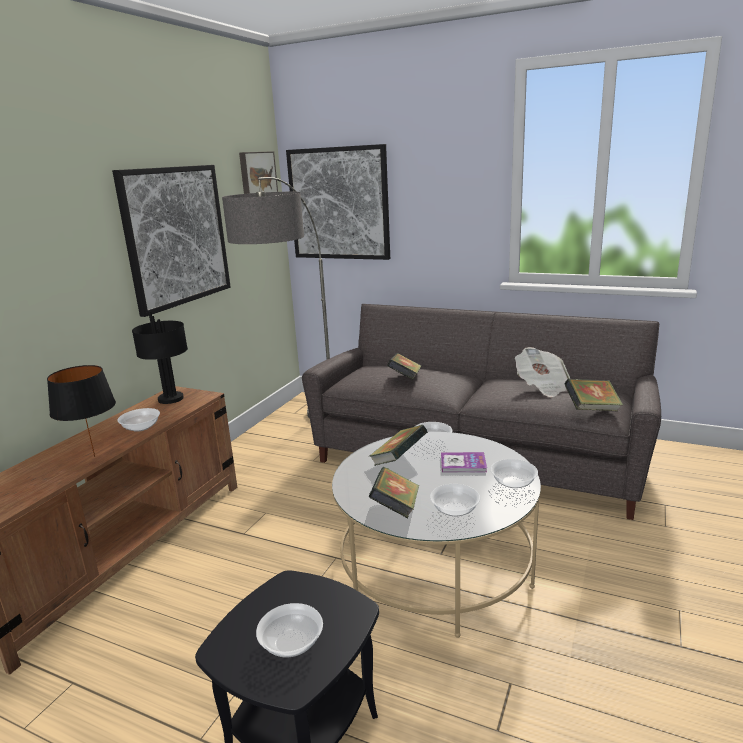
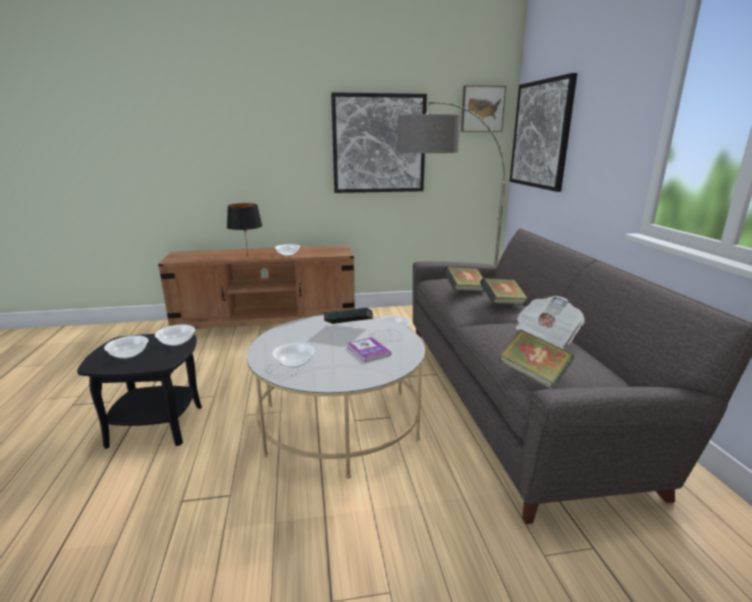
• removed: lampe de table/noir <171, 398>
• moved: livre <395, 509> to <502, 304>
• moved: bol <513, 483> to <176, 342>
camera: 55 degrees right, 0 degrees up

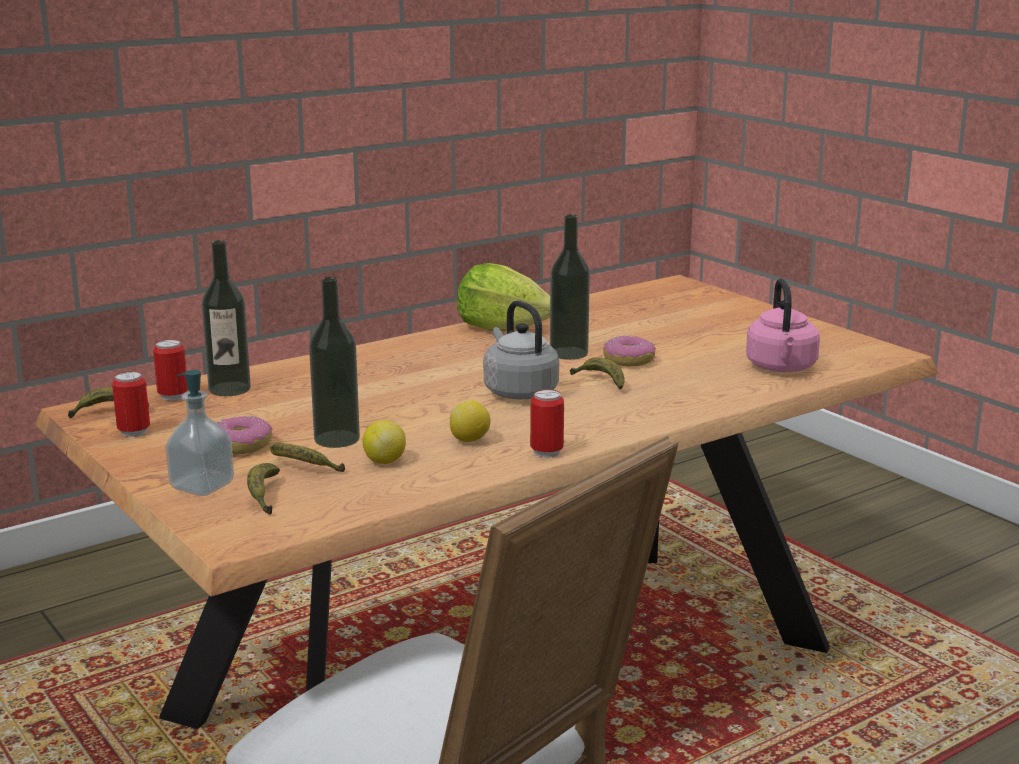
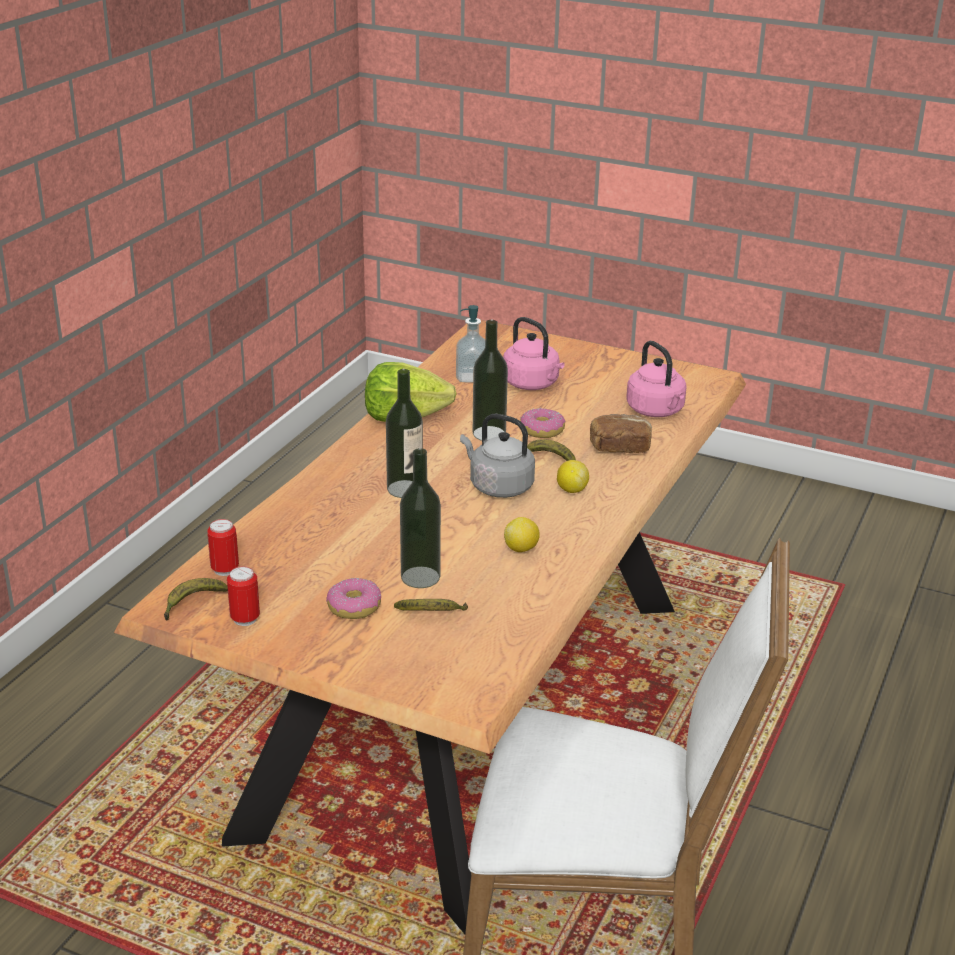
• moved: distributeur de savon <202, 486> to <472, 377>
• moved: bouteille <229, 389> to <404, 489>
• removed: banane <264, 496>
• moved: citron <384, 461> to <571, 490>
• removed: boîte métallique <546, 452>
• added: bouilloire/rose <533, 384>
• added: pain <620, 447>
camera: 30 degrees left, 10 degrees up

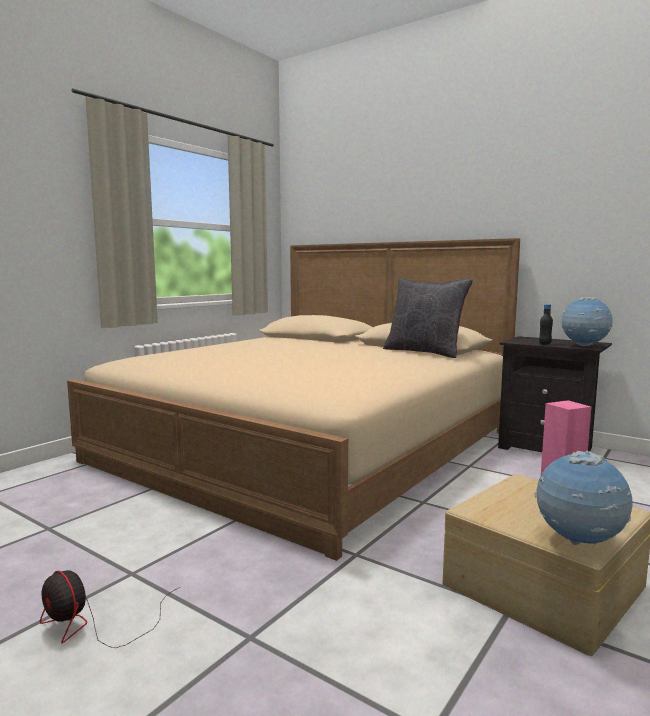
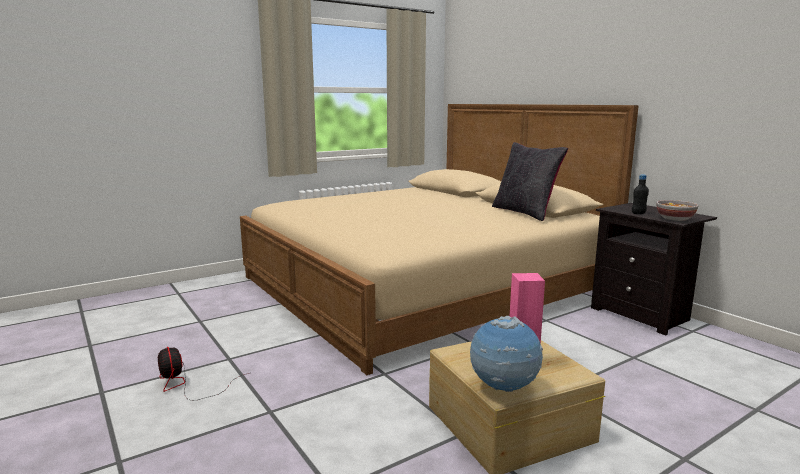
• replaced: globe <584, 346> to bol <674, 219>
camera: 20 degrees right, 5 degrees up

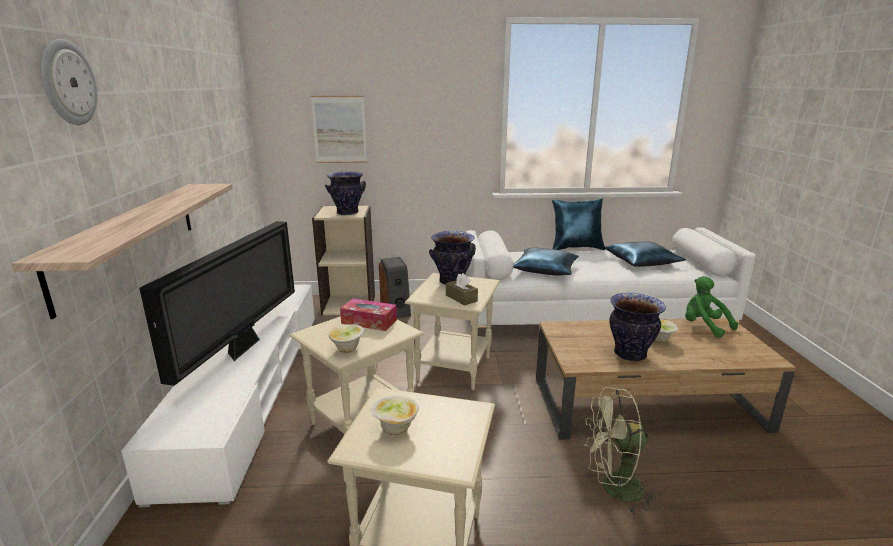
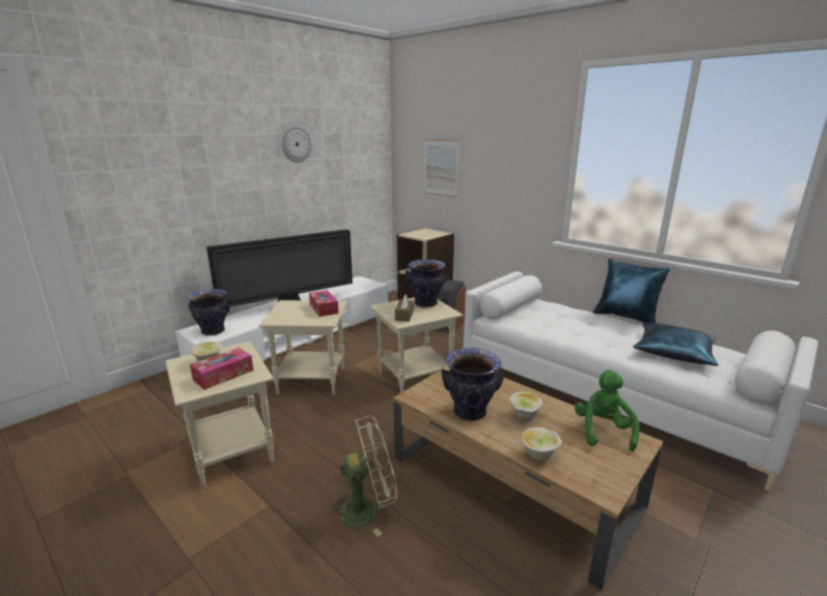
• removed: étagère <130, 238>
• moved: horloge murale <68, 83> to <296, 144>
• moved: vase <347, 213> to <213, 331>
• moved: bol <348, 349> to <539, 456>
• removed: coussin/bleu <545, 270>
• turned: ventilateur/vert <614, 489> = <367, 509> 120 degrees clockwise
• added: boîte à mouchoirs <223, 375>
camera: 45 degrees right, 0 degrees up

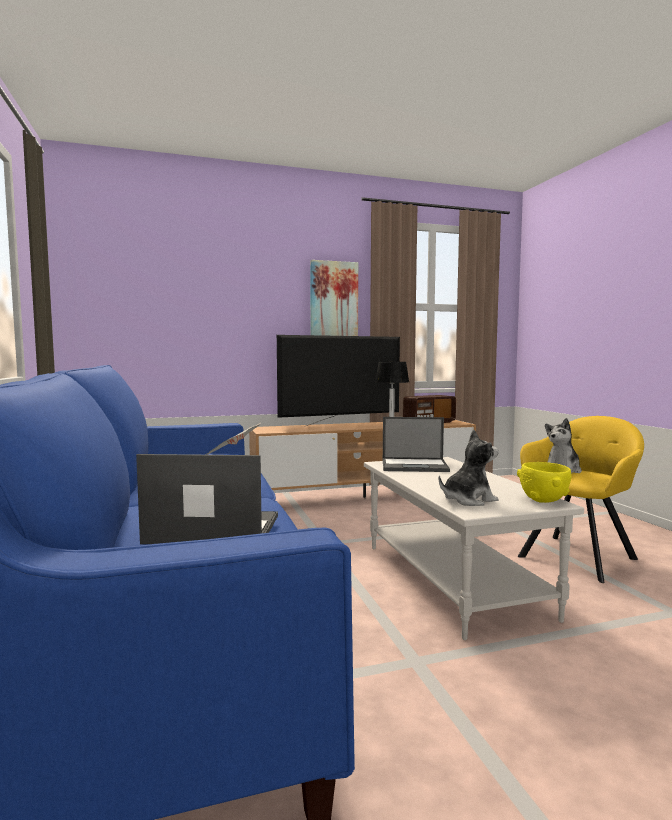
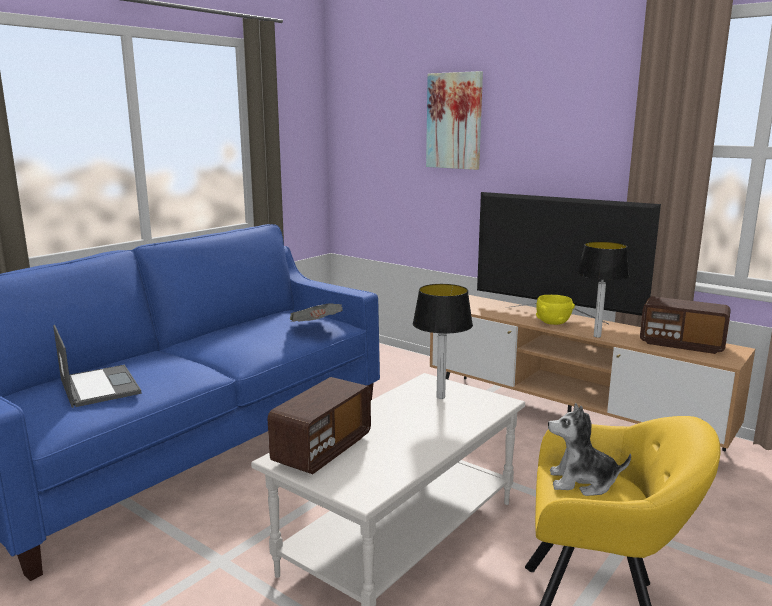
• moved: tableau <333, 299> to <454, 121>
• replaced: ordinateur portable <415, 466> to lampe de table <441, 397>
• replaced: peluche <468, 500> to radio <322, 450>
• moved: bol/jaune <543, 500> to <553, 323>
camera: 55 degrees right, 10 degrees up

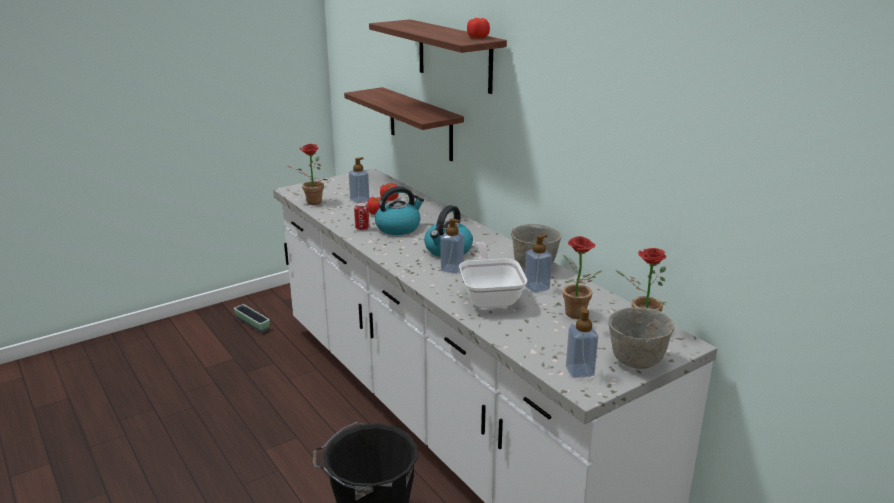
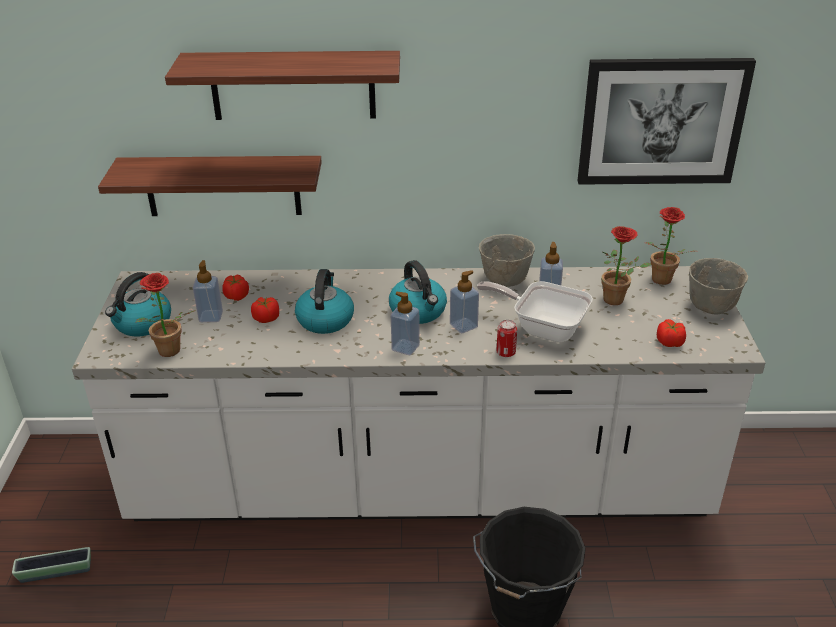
• moved: boîte métallique <362, 228> to <506, 352>
• moved: tomate <478, 37> to <669, 343>
• moved: distributeur de savon <579, 371> to <405, 347>
• added: bouilloire <142, 324>
• added: tableau <661, 121>
camera: 55 degrees left, 10 degrees up

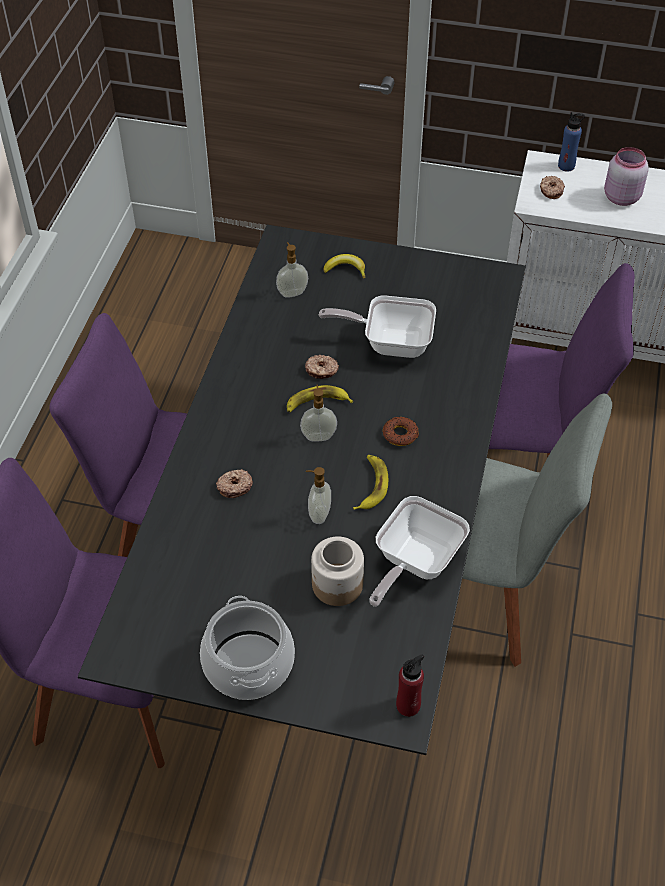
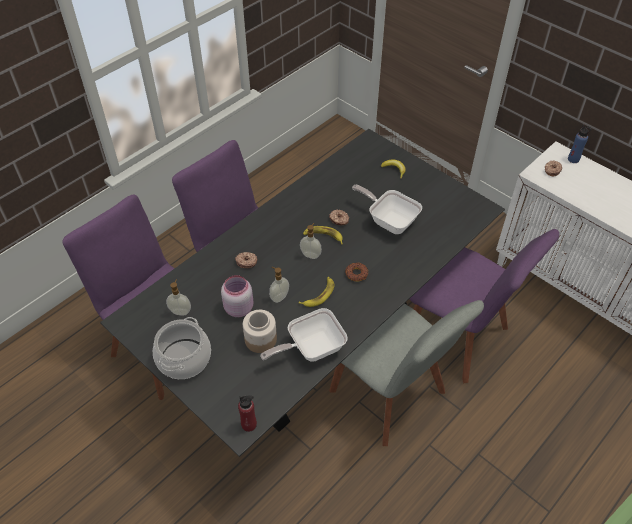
• moved: distributeur de savon <292, 292> to <180, 311>
• moved: bocal/rose <620, 197> to <238, 307>
camera: 30 degrees right, 0 degrees up

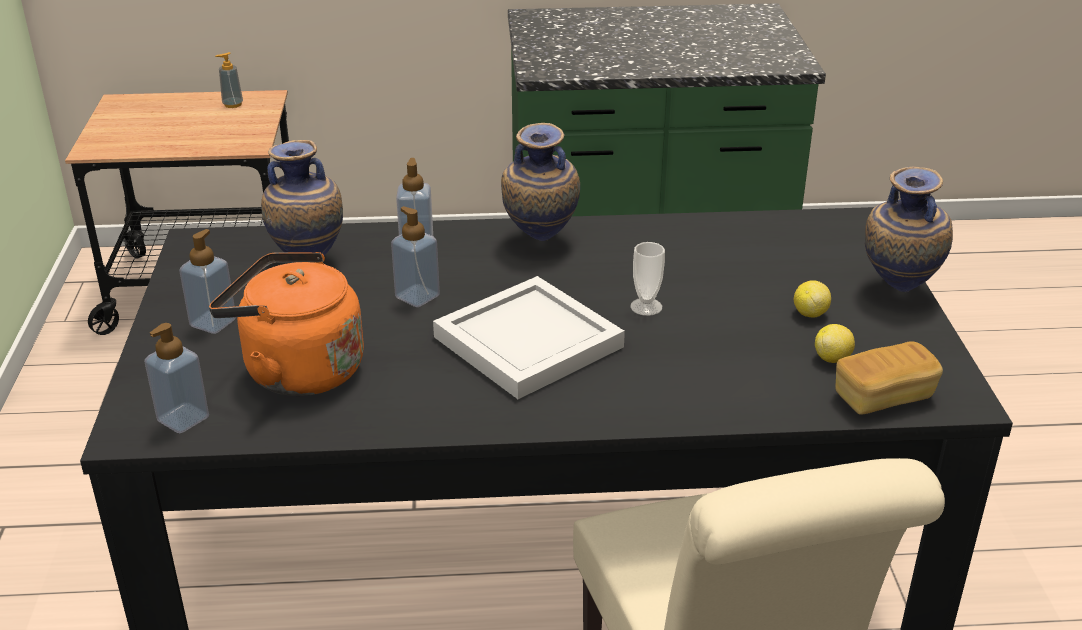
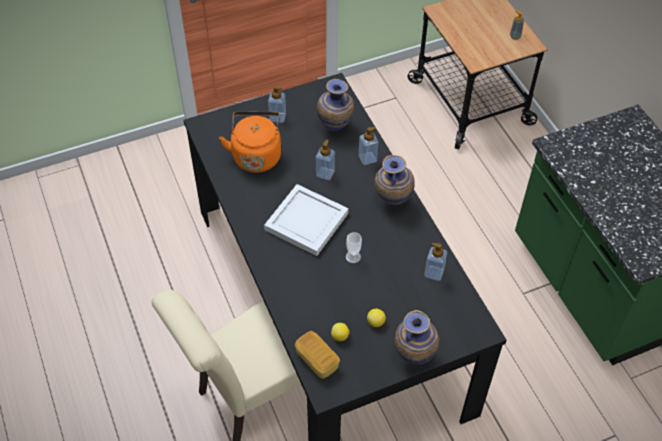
• moved: distributeur de savon <183, 419> to <434, 273>
camera: 70 degrees right, 20 degrees up

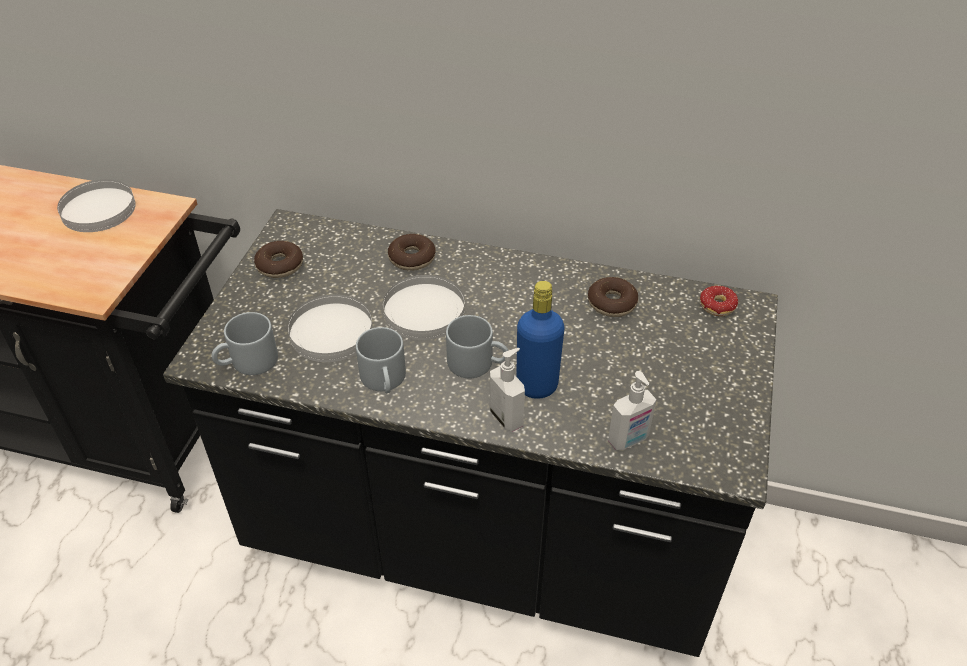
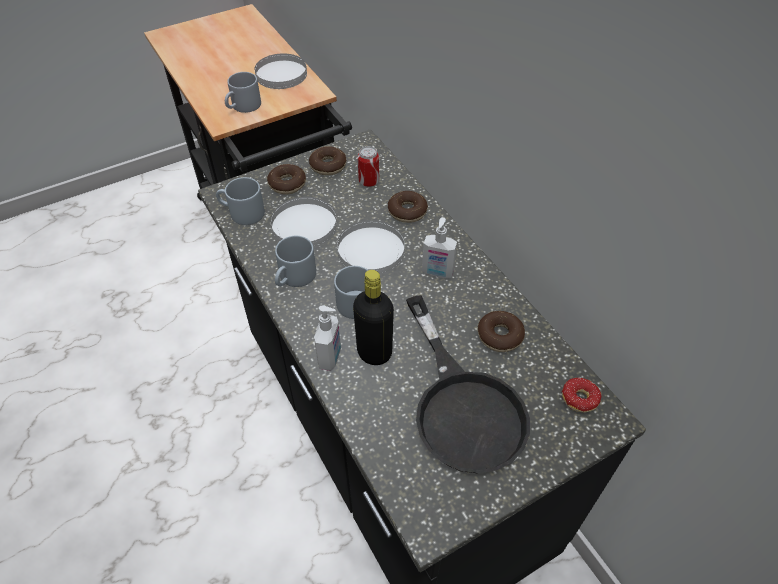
• recoloured: bouteille/bleu <537, 386> to bouteille/noir <374, 352>
• moved: distributeur de savon <628, 440> to <437, 272>
• added: mug/gris <243, 107>
• added: beignet <287, 184>
• added: boîte métallique <369, 182>
• added: poêle/noir <463, 405>
camera: 45 degrees right, 5 degrees up

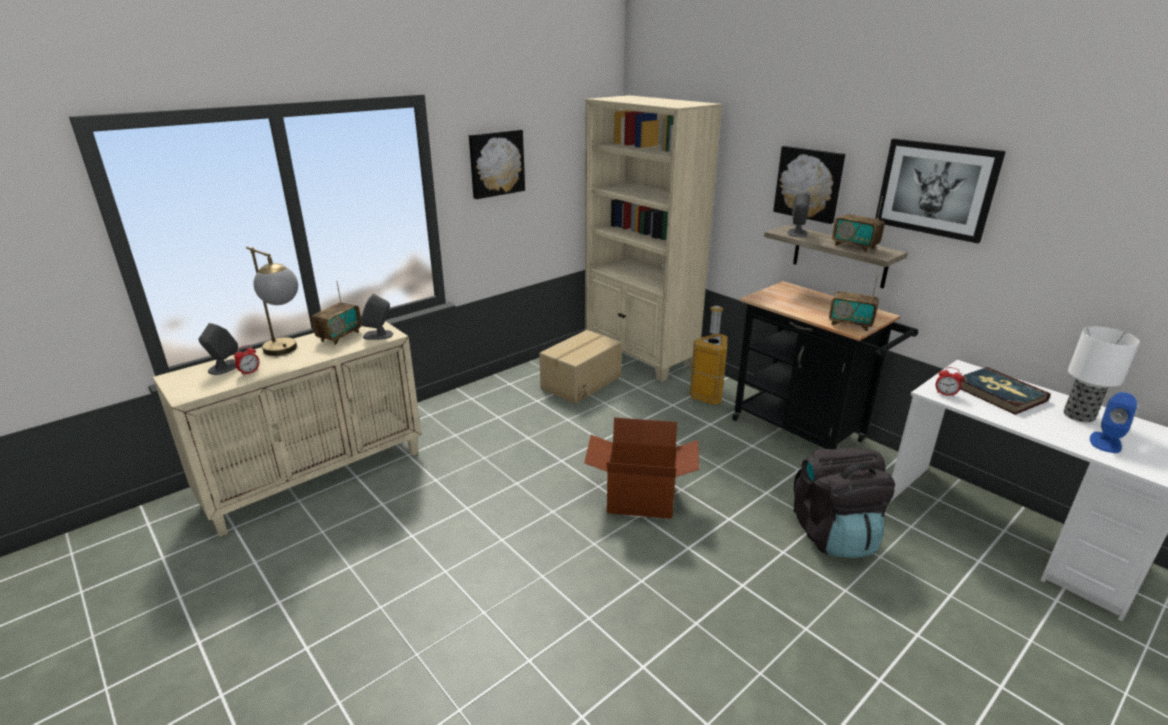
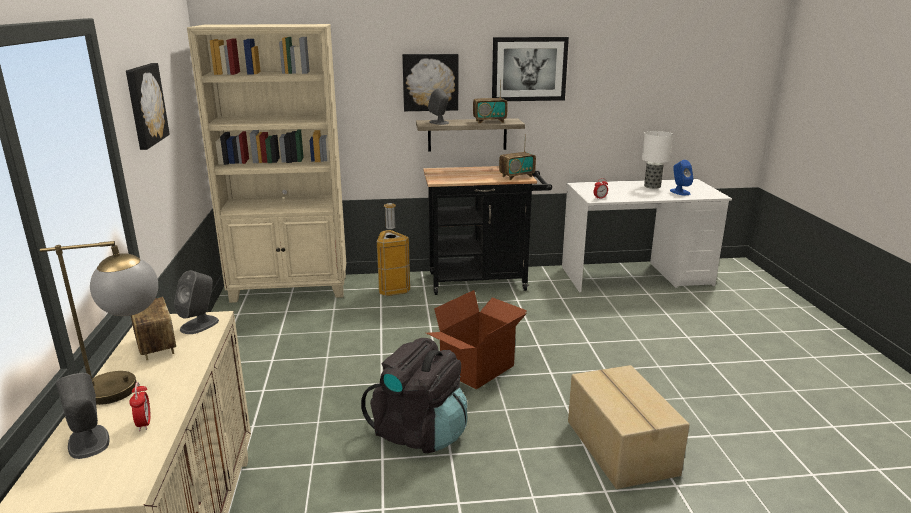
• moved: carton <580, 382> to <620, 448>
• moved: sac à dos/noir <834, 534> to <419, 433>
• removed: livre <999, 393>
camera: 55 degrees left, 5 degrees down

